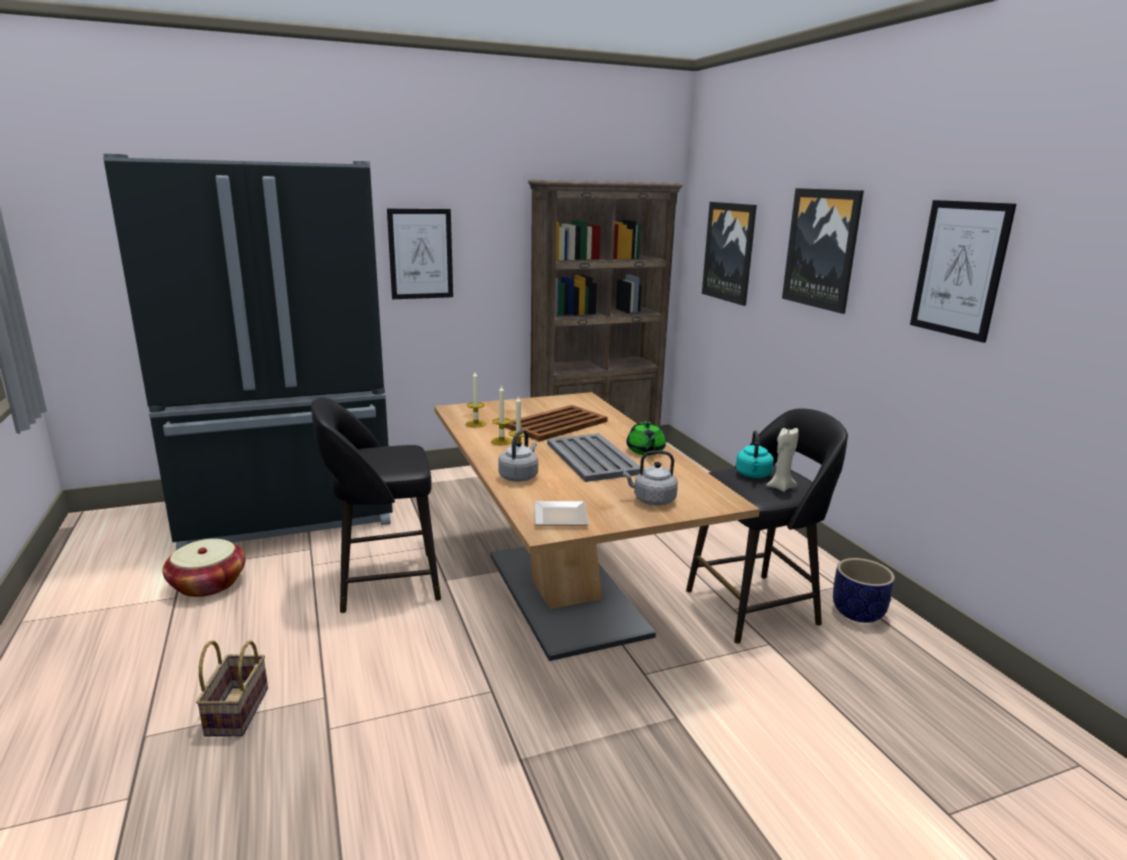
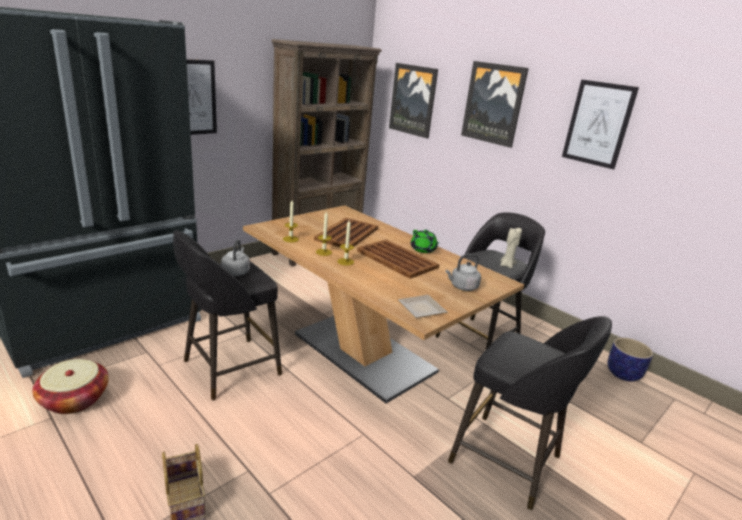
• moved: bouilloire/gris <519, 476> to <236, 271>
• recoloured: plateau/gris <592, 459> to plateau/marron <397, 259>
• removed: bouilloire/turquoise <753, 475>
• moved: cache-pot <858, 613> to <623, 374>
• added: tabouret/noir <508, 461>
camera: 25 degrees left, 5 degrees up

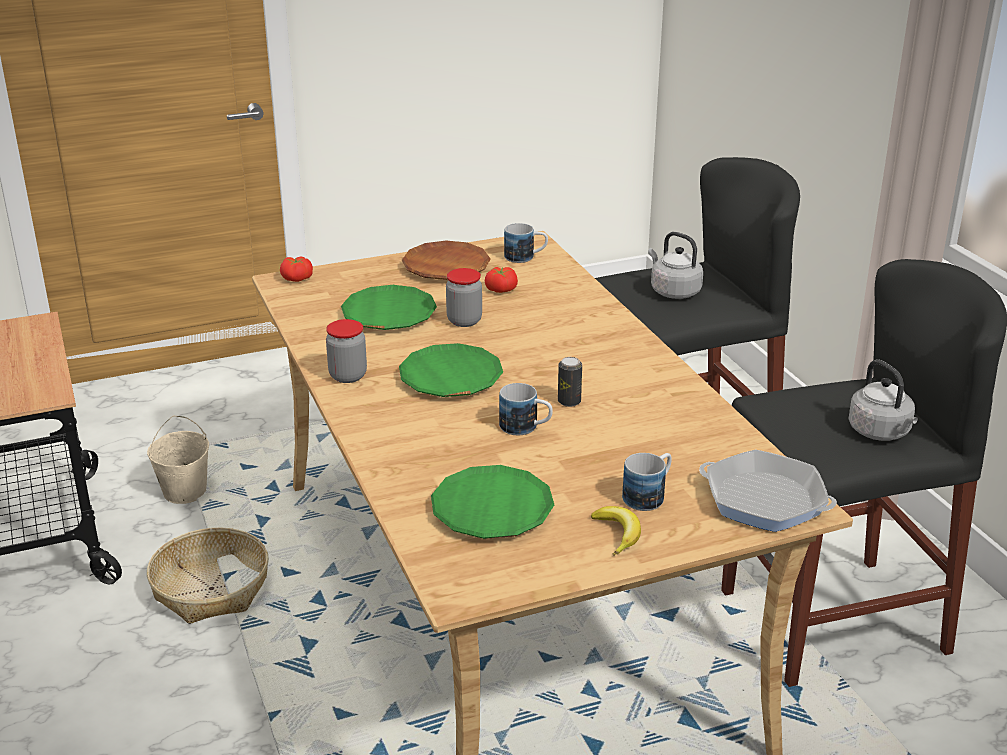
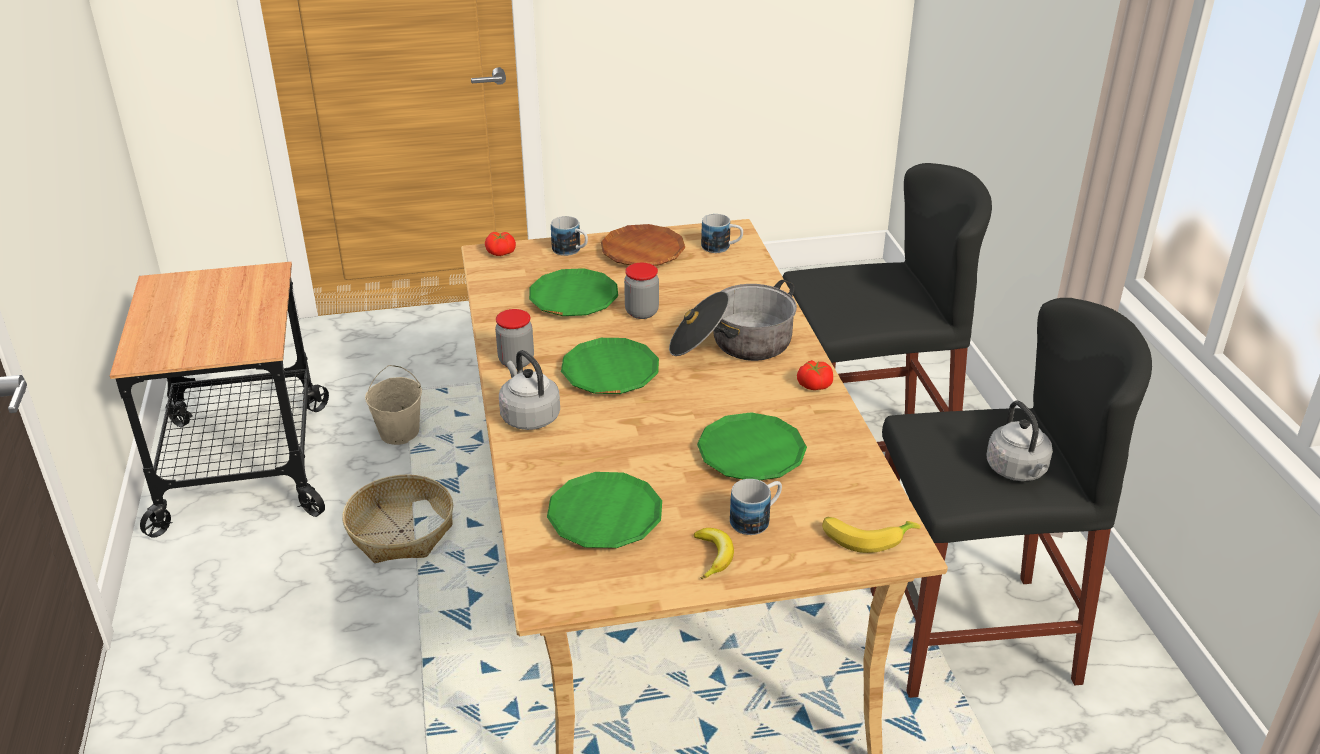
• moved: tomate <500, 289> to <814, 385>
• moved: mug <526, 428> to <571, 251>
• removed: boîte métallique <569, 401>
• moved: bouilloire/gris <673, 291> to <528, 416>
• replaced: poêle <764, 500> to banane <866, 536>
• added: marmite <732, 344>
• added: assiette/vert <751, 453>
camera: 10 degrees right, 5 degrees up

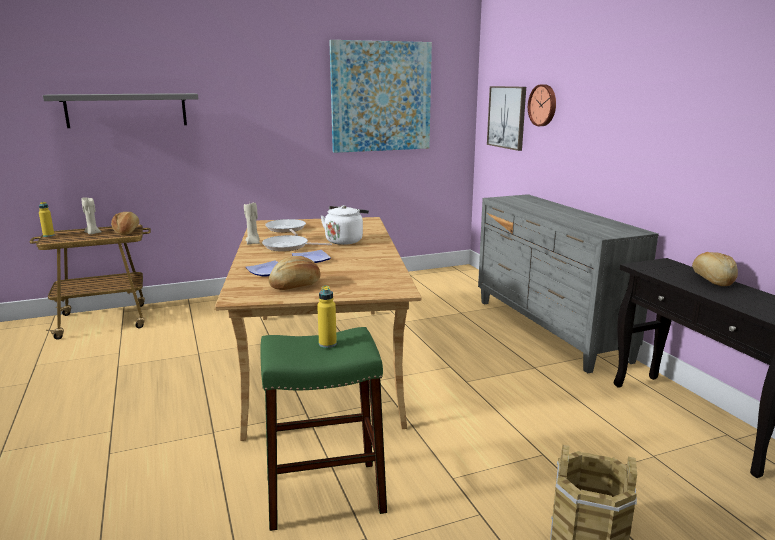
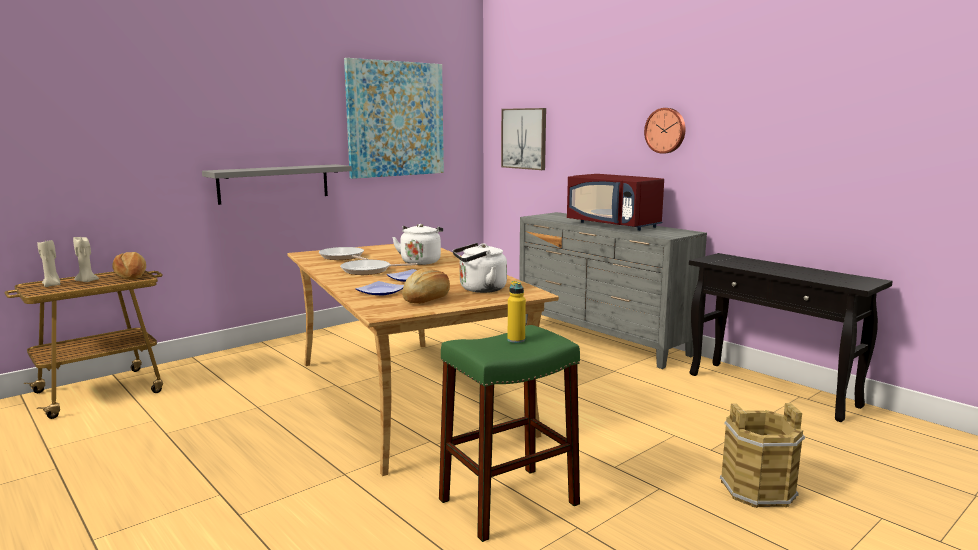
• removed: bouteille/jaune <48, 235>
• moved: étagère/gris <126, 110> to <274, 183>
• moved: bougie/beige <253, 243> to <52, 285>
• moved: horloge murale <543, 105> to <666, 130>
• removed: pain <712, 280>
• added: bouilloire/blanc <480, 289>
• added: micro-ondes/rouge <614, 225>
camera: 20 degrees left, 5 degrees down

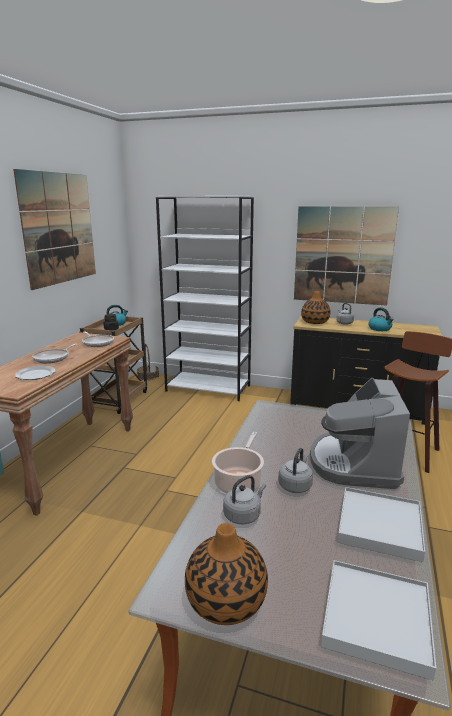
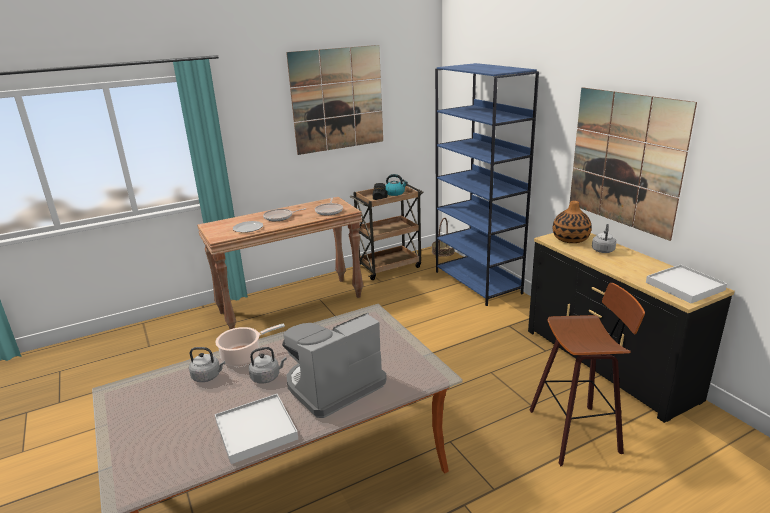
• recoloured: bibliothèque/blanc <208, 388> to bibliothèque/bleu <478, 282>
• removed: vase <226, 599>
• moved: plateau/blanc <377, 619> to <684, 286>
• removed: bouilloire <380, 329>
camera: 45 degrees right, 5 degrees up

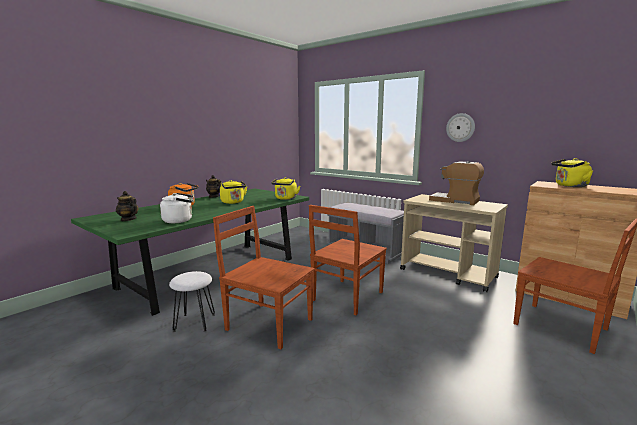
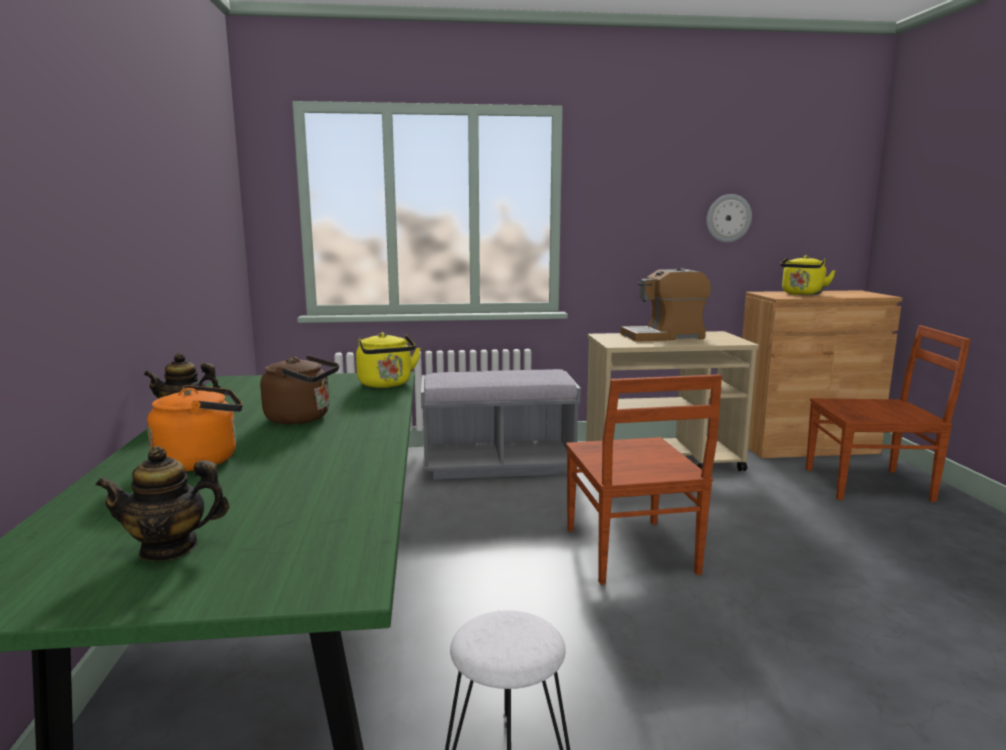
• removed: bouilloire/blanc <179, 220>
• removed: chaise/marron <267, 323>
• recoloured: bouilloire/jaune <233, 202> to bouilloire/marron <302, 418>
• moved: horloge murale <460, 127> to <728, 218>
camera: 45 degrees left, 0 degrees up

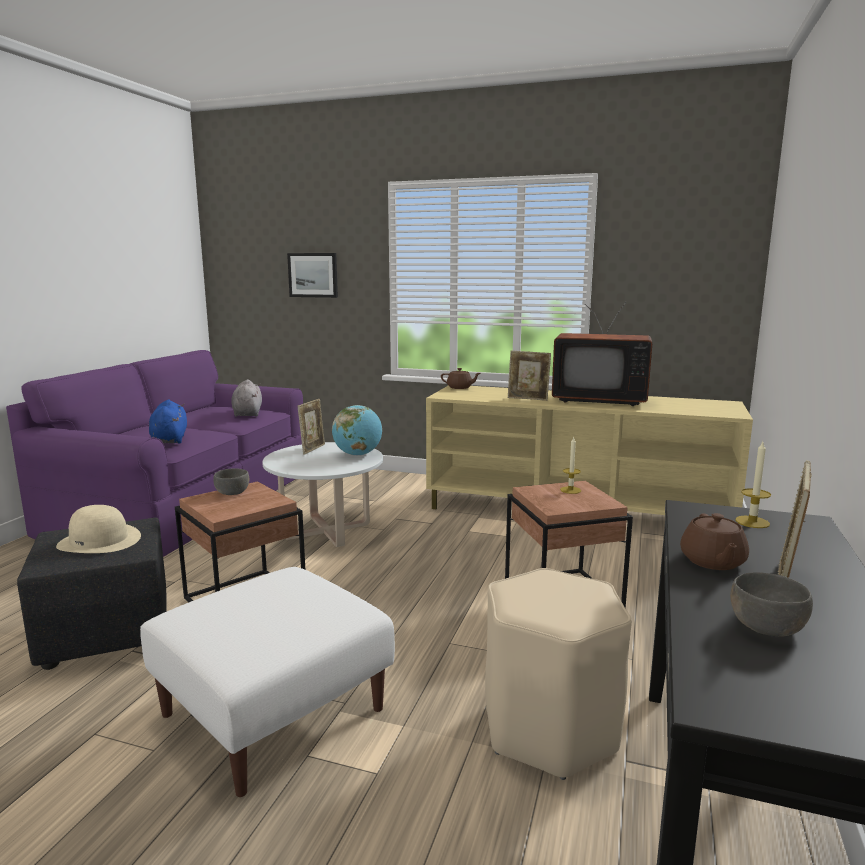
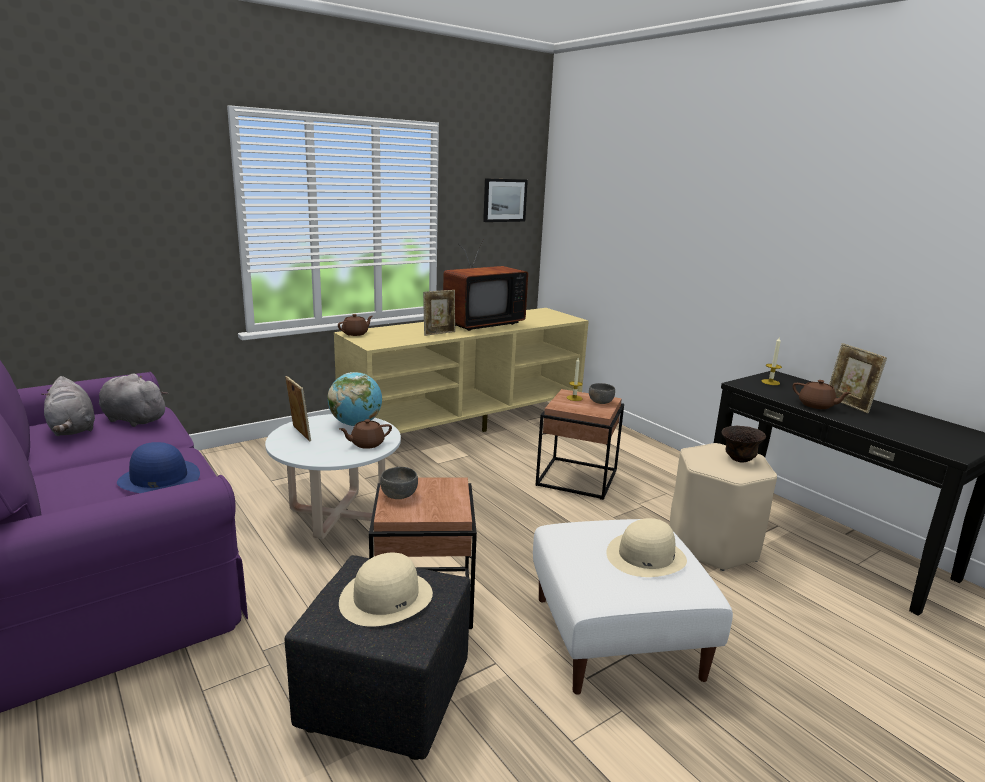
• replaced: peluche/bleu <170, 439> to chapeau/bleu <158, 478>
• moved: tableau <313, 275> to <504, 200>
• moved: bol/gris <765, 626> to <600, 402>
• added: peluche/gris <72, 429>
• added: théière/marron <366, 444>
• added: chapeau/beige <646, 556>
• added: bol/marron <739, 459>
camera: 55 degrees left, 5 degrees up

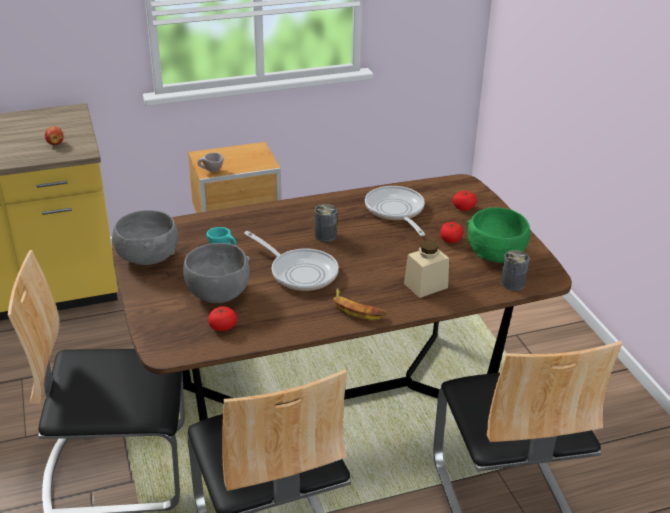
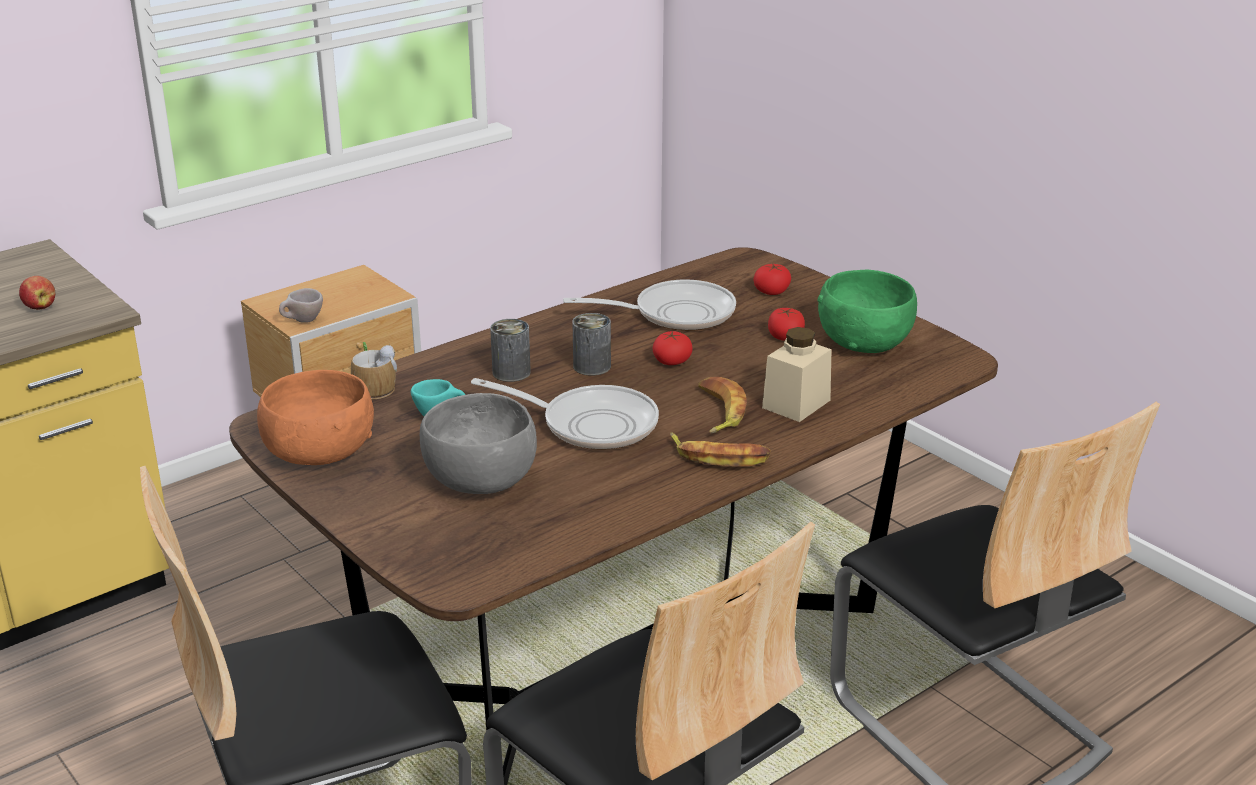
• recoloured: bol/gris <147, 257> to bol/orange <318, 453>
• moved: tomate <222, 327> to <672, 361>
• turned: poêle <396, 211> = <675, 314> 120 degrees clockwise
• moved: boîte métallique <512, 283> to <511, 372>
• added: mug <373, 386>
• added: banane <717, 411>
camera: 20 degrees left, 5 degrees down

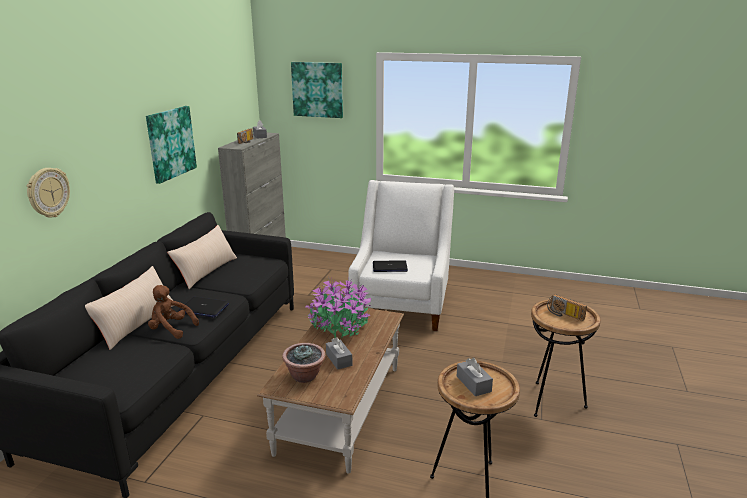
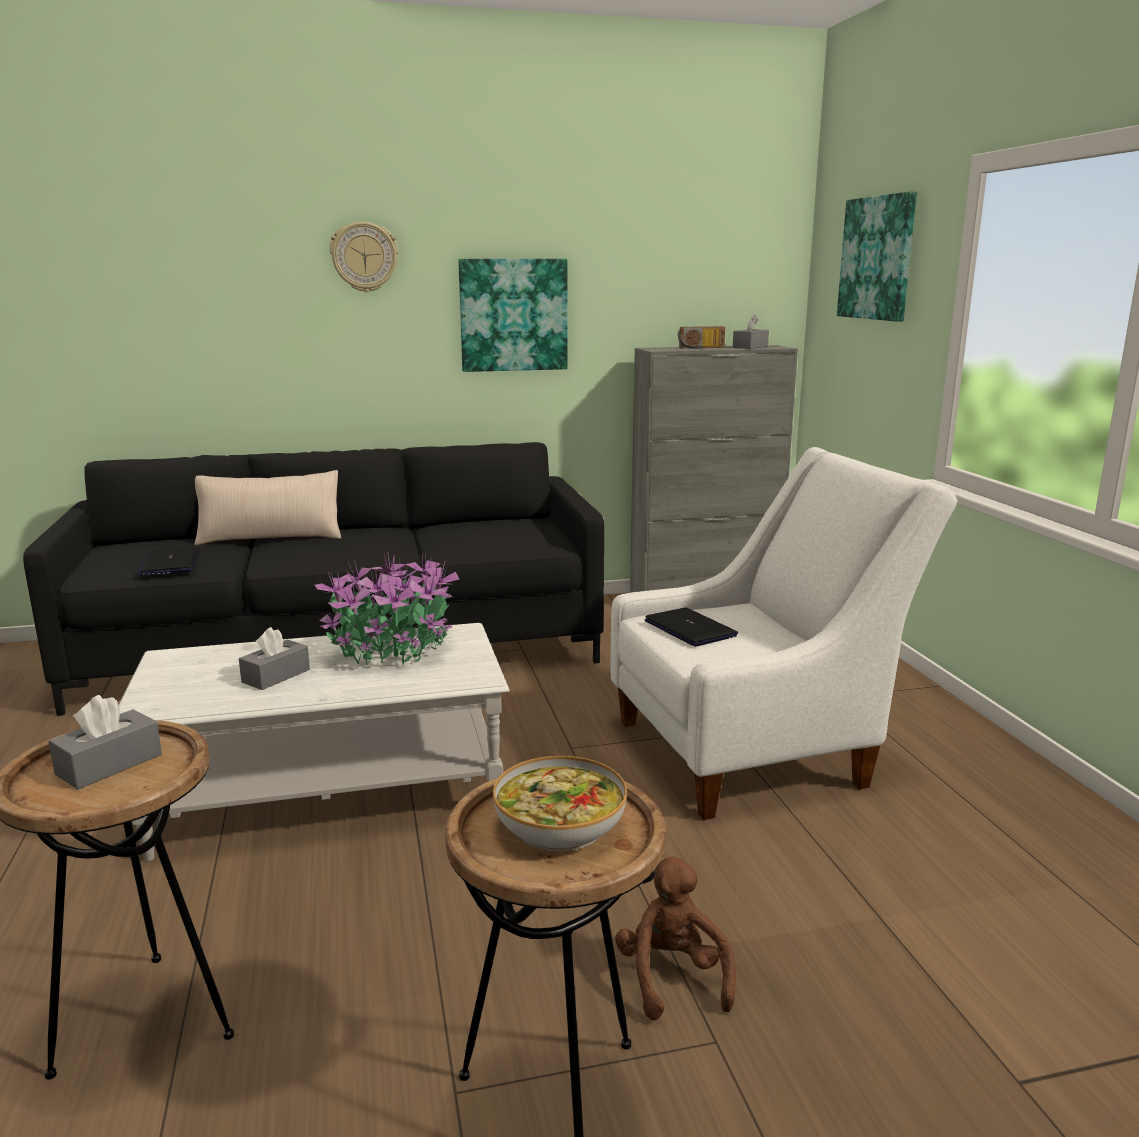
• moved: horloge murale <48, 192> to <364, 257>
• moved: peluche/marron <171, 329> to <672, 977>
• removed: coussin/beige <206, 271>
• moved: ordinateur portable <204, 308> to <170, 563>
• recoloured: table basse/marron <340, 408> to table basse/blanc <330, 795>
• removed: plante en pot <305, 376>
• replaced: radio <564, 315> to bol <560, 826>
camera: 60 degrees right, 5 degrees down

